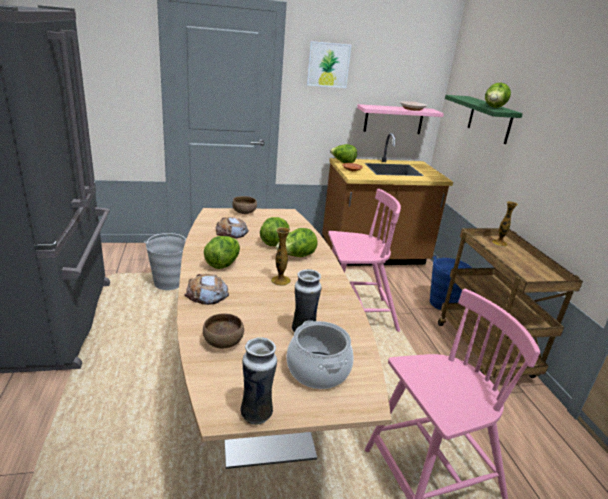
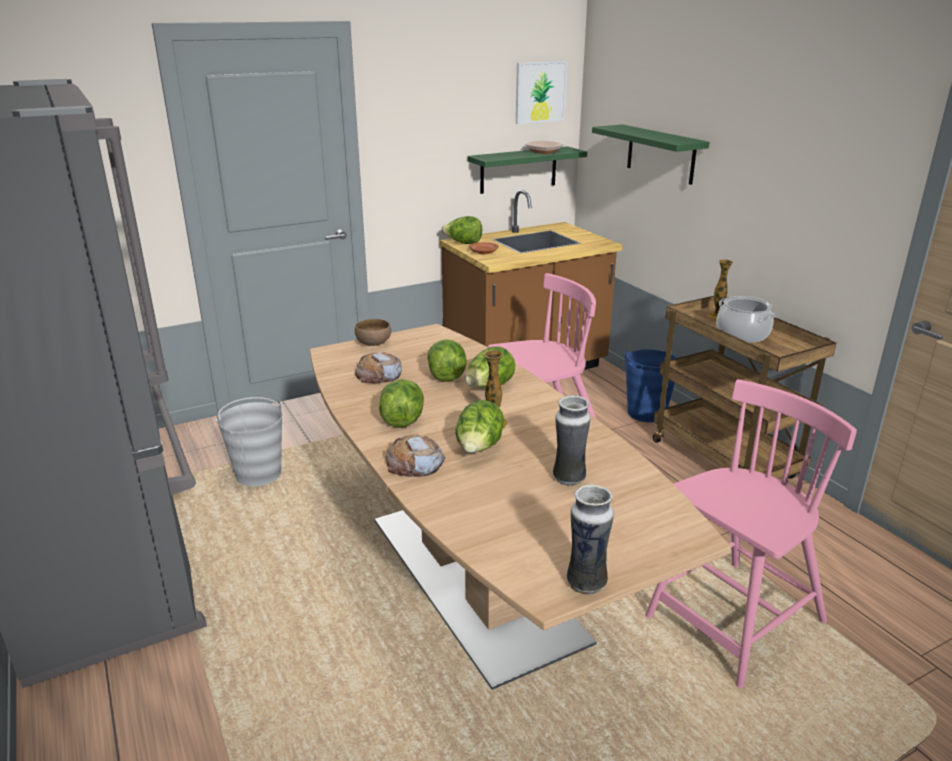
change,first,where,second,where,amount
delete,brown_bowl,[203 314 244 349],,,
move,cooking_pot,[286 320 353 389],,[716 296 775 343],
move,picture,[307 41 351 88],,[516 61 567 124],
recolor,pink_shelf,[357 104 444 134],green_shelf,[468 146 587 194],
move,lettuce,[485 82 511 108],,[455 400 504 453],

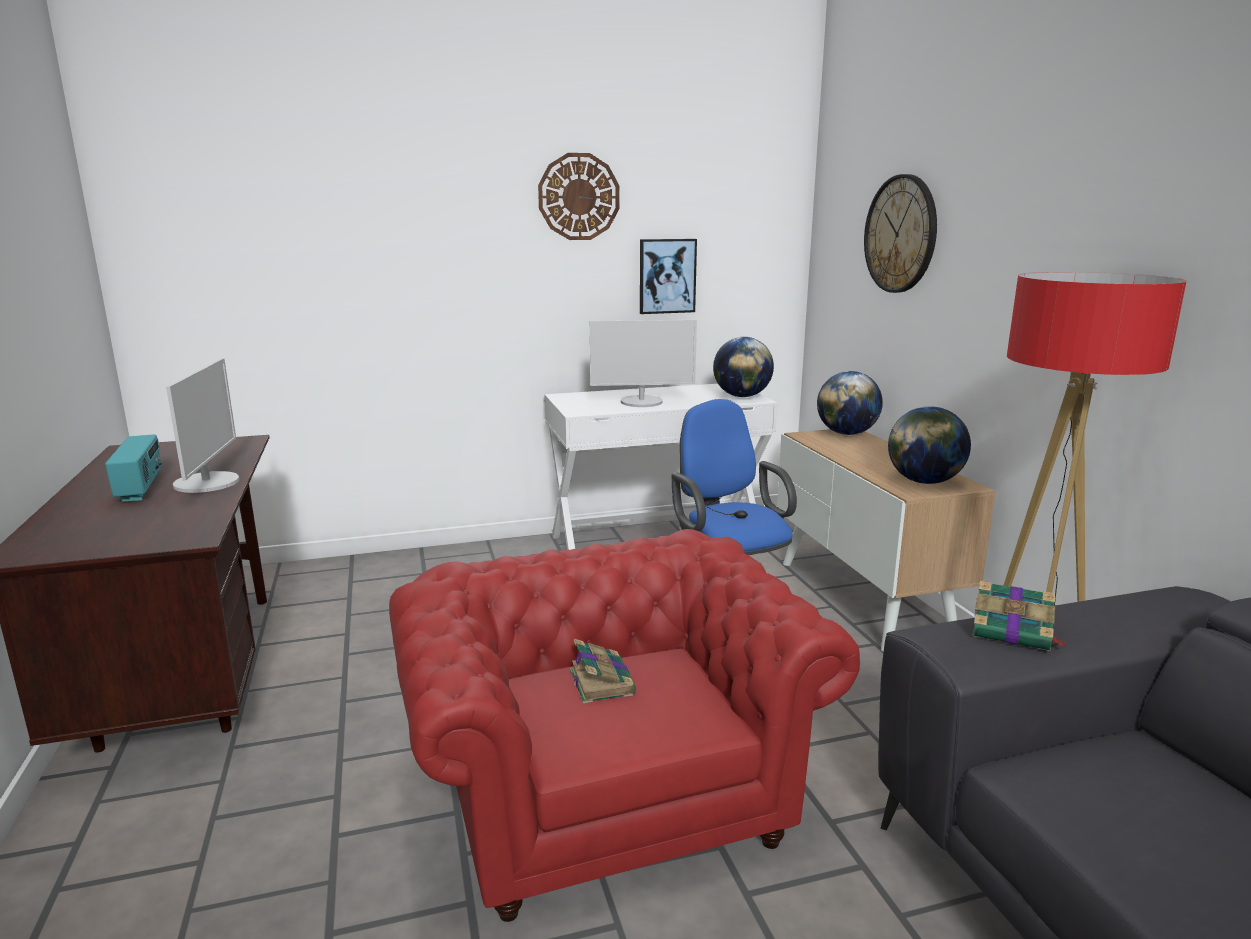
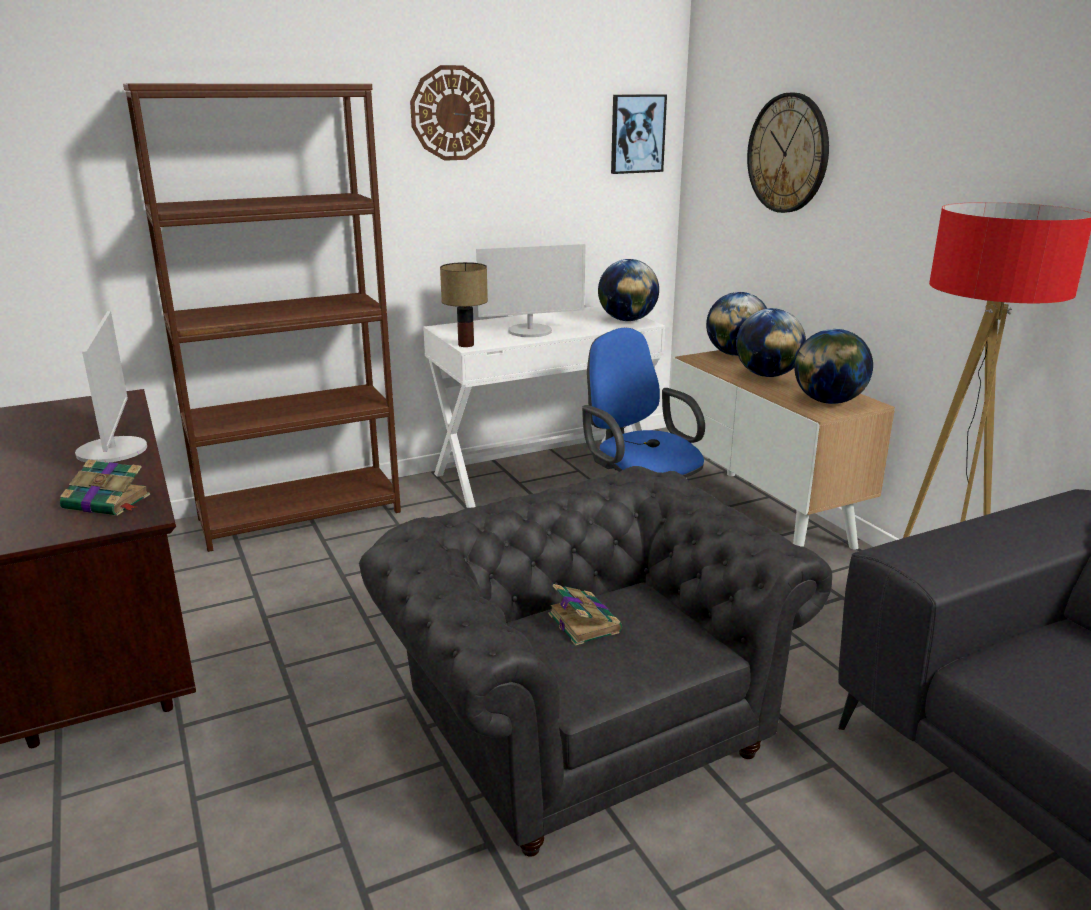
change,first,where,second,where,amount
delete,radio,[105 434 162 501],,,
recolor,red_armchair,[389 529 860 922],grey_armchair,[359 466 832 857],
move,picture,[640 239 697 314],,[611 94 667 174],
move,book,[972 581 1067 651],,[60 459 150 516],
insert,,,brown_bookcase,[123 84 401 552],
insert,,,table_lamp,[440 262 488 347],
insert,,,globe,[736 308 806 377],

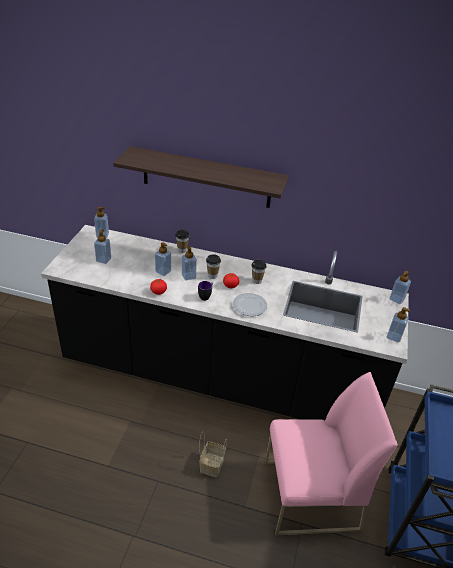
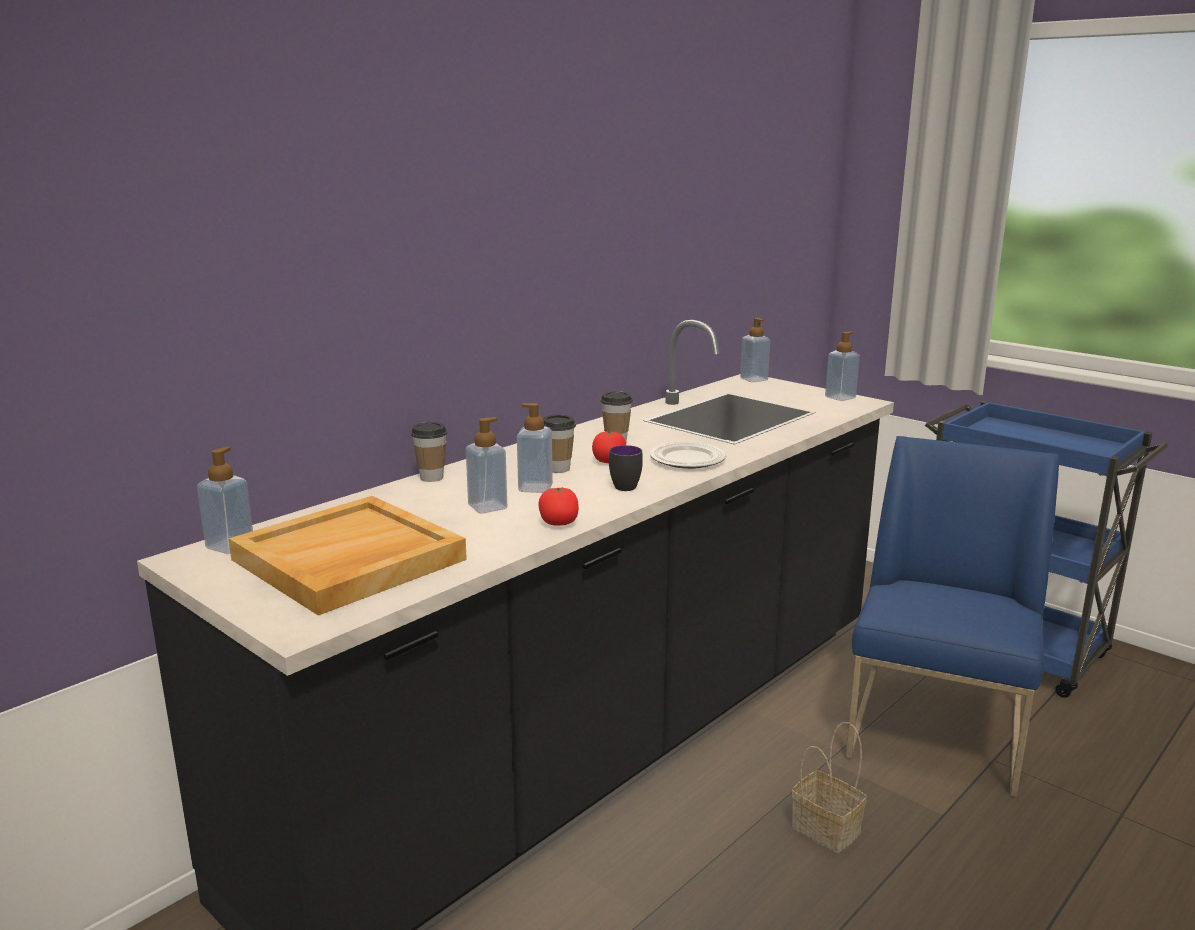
change,first,where,second,where,amount
replace,soap_dispenser,[94 229 111 264],beige_tray,[228 496 467 616],
delete,shelf,[113 146 289 208],,,
recolor,pink_chair,[265 372 398 536],blue_chair,[846 436 1059 798],

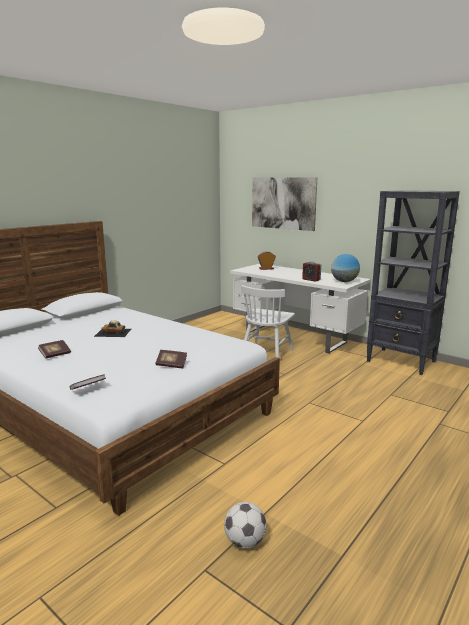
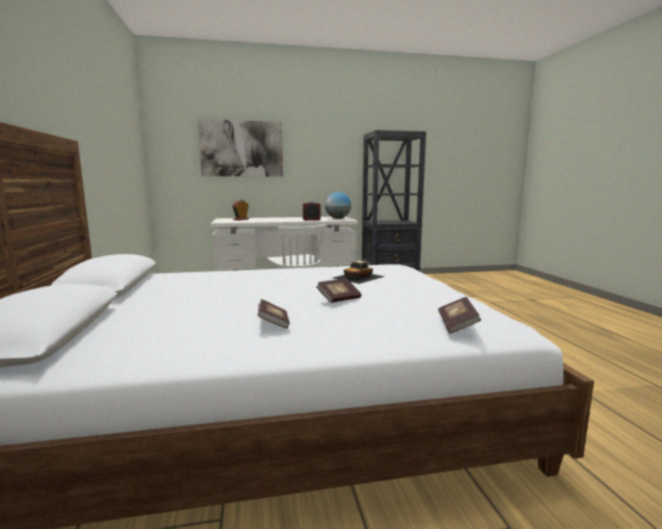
change,first,where,second,where,amount
move,toy_car,[94 320 131 337],,[333 261 385 284],
move,book,[155 350 187 369],,[316 279 361 303],
delete,football,[224 502 266 548],,,

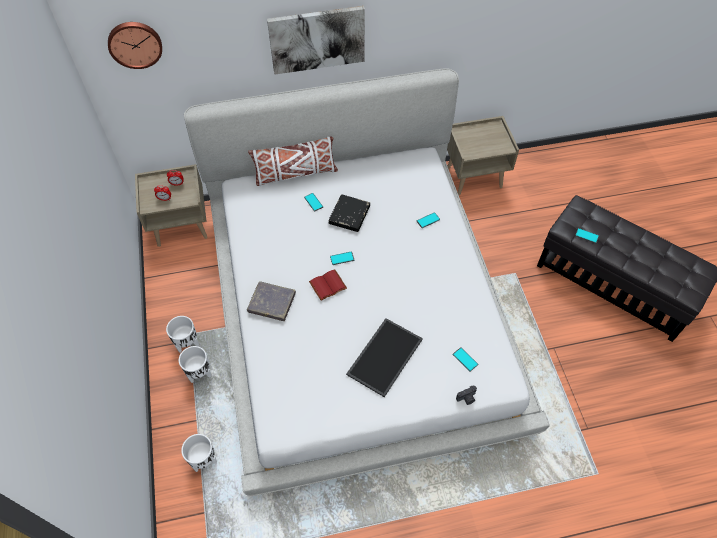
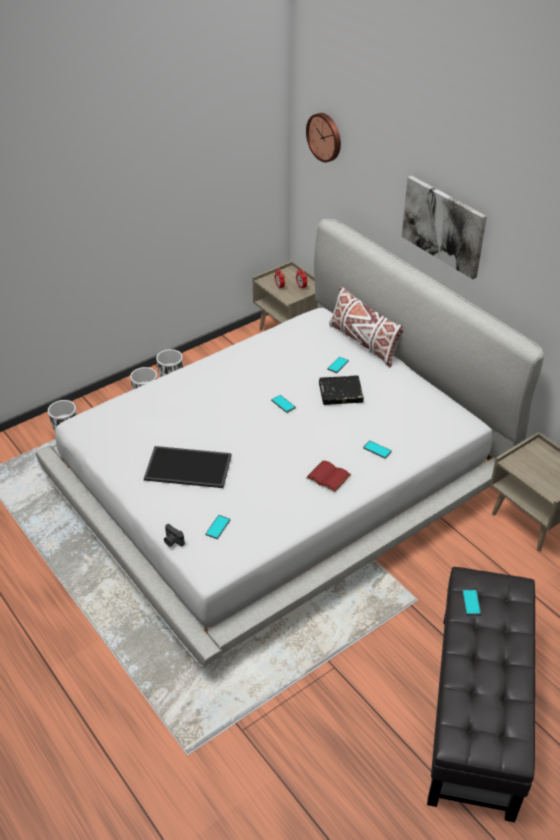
change,first,where,second,where,amount
delete,grey_book,[247 281 296 321],,,
move,red_book,[309 269 347 301],,[306 461 351 492],

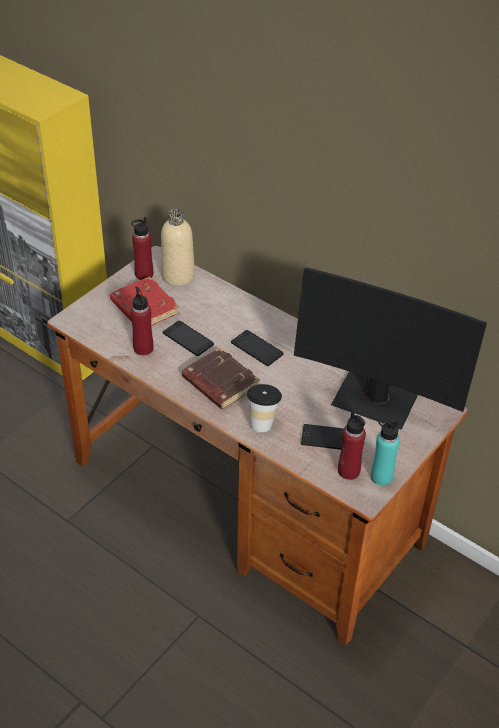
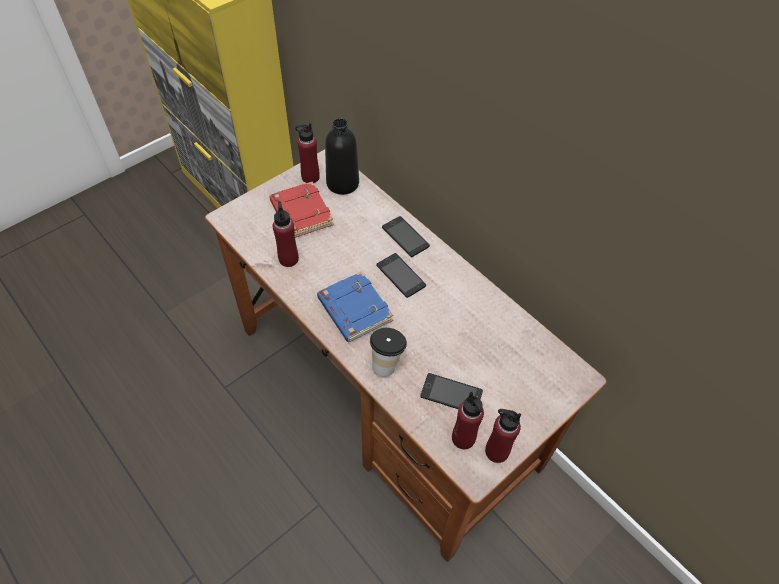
change,first,where,second,where,amount
recolor,beige_bottle,[161 209 195 286],black_bottle,[325 118 359 195],
move,phone,[163 320 214 356],,[382 216 430 257],
recolor,brown_book,[182 348 260 409],blue_book,[317 271 393 342],
delete,monitor,[294 267 487 430],,,
recolor,turquoise_bottle,[371 419 400 486],red_bottle,[485 409 521 463],

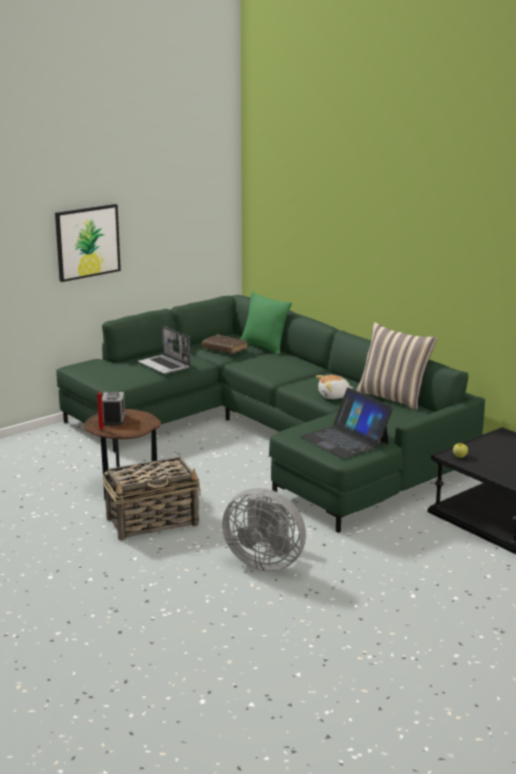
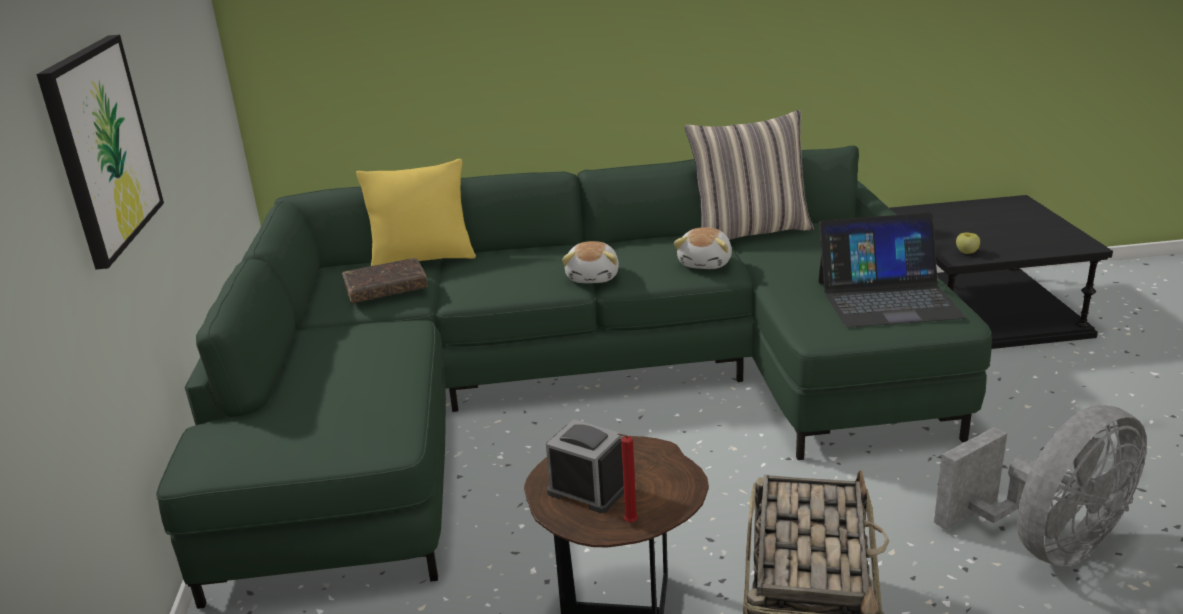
change,first,where,second,where,amount
delete,laptop,[138 326 190 374],,,
recolor,green_pillow,[241 292 292 355],yellow_pillow,[356 159 476 266],
insert,,,plush_toy,[562 241 619 283],

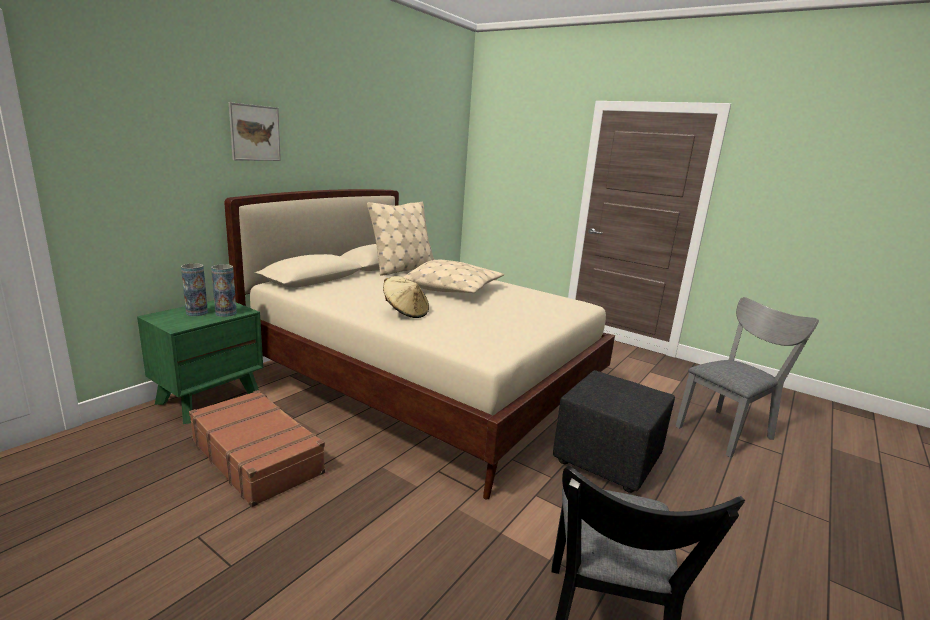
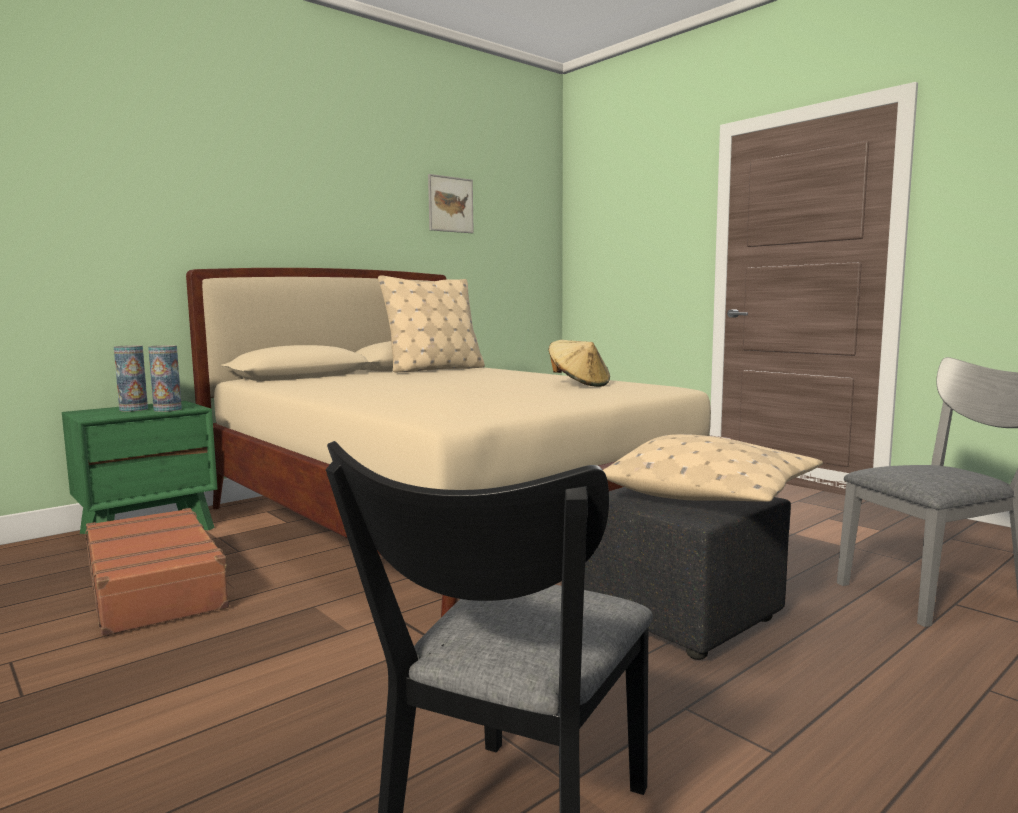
change,first,where,second,where,amount
move,picture,[229 102 281 161],,[428 174 474 233],
move,beige_hat,[383 276 429 318],,[548 340 610 387],
move,beige_pillow,[403 260 504 293],,[603 434 823 502],

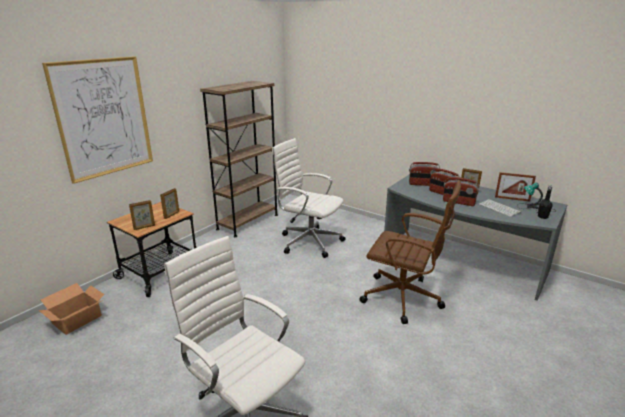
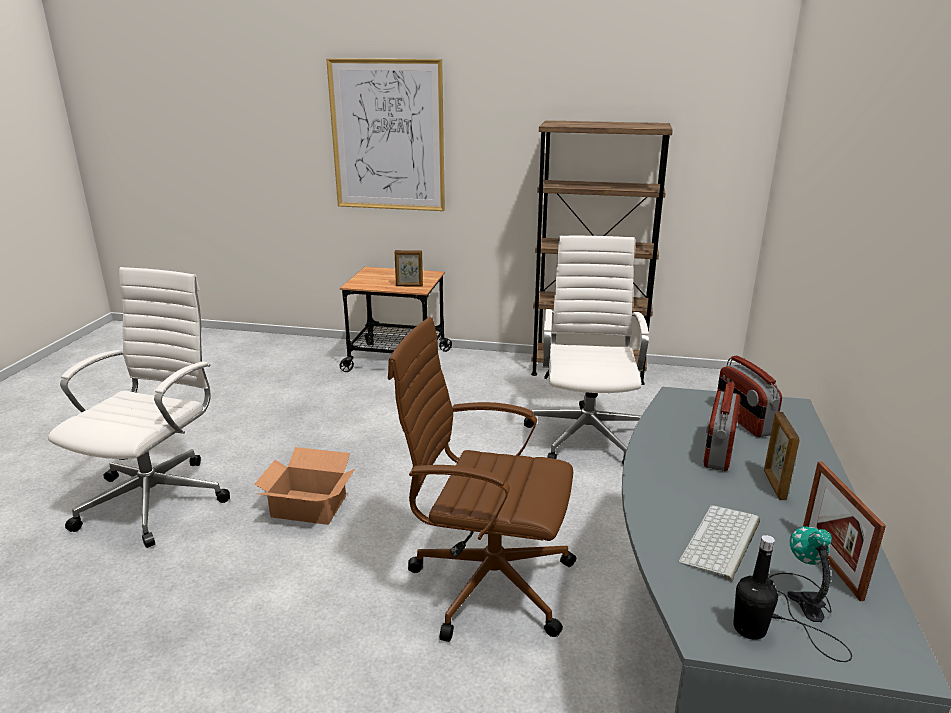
change,first,where,second,where,amount
move,cardboard_box,[38 283 104 335],,[254 447 355 525],
delete,picture_frame,[129 200 155 230],,,
rotate,brown_office_chair,[359 181 461 324],,[388 317 576 642],105 degrees clockwise
delete,radio,[443 177 479 206],,,

